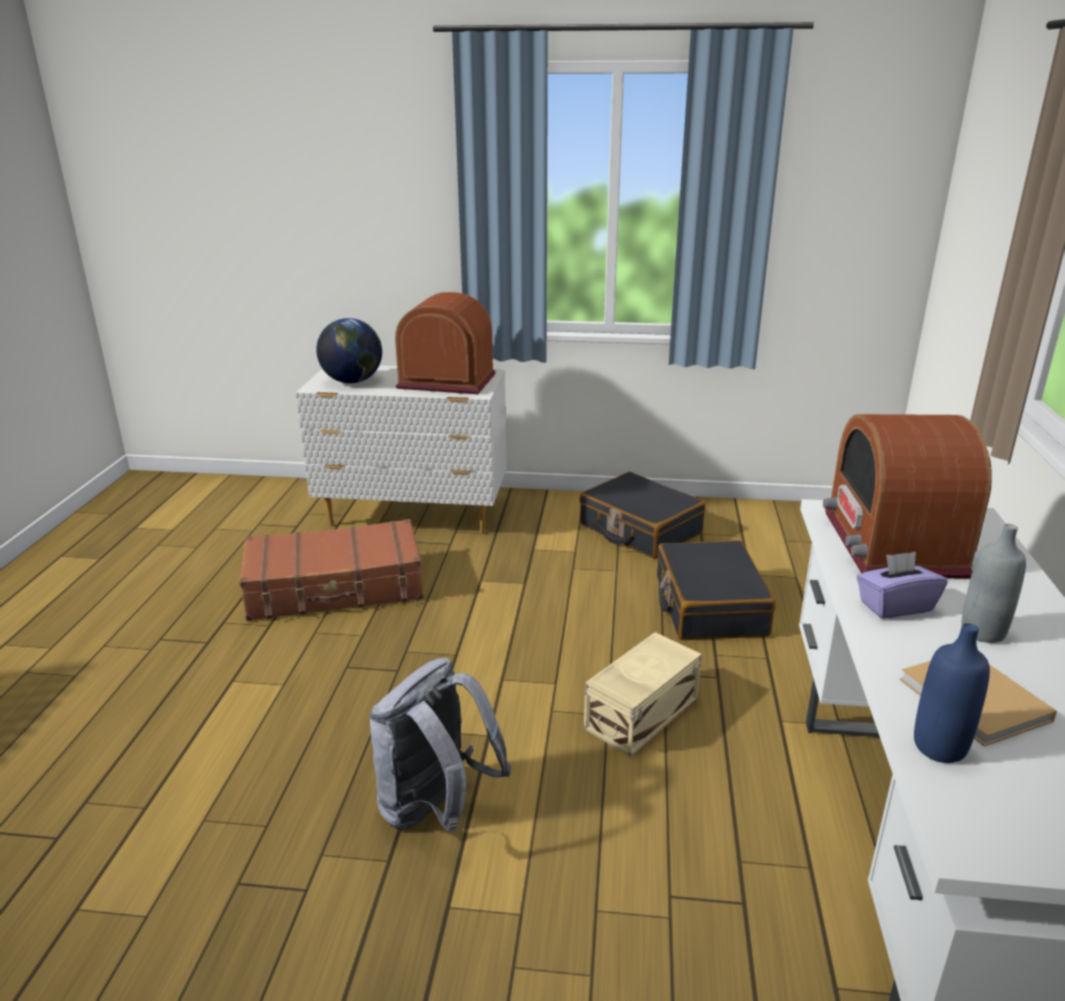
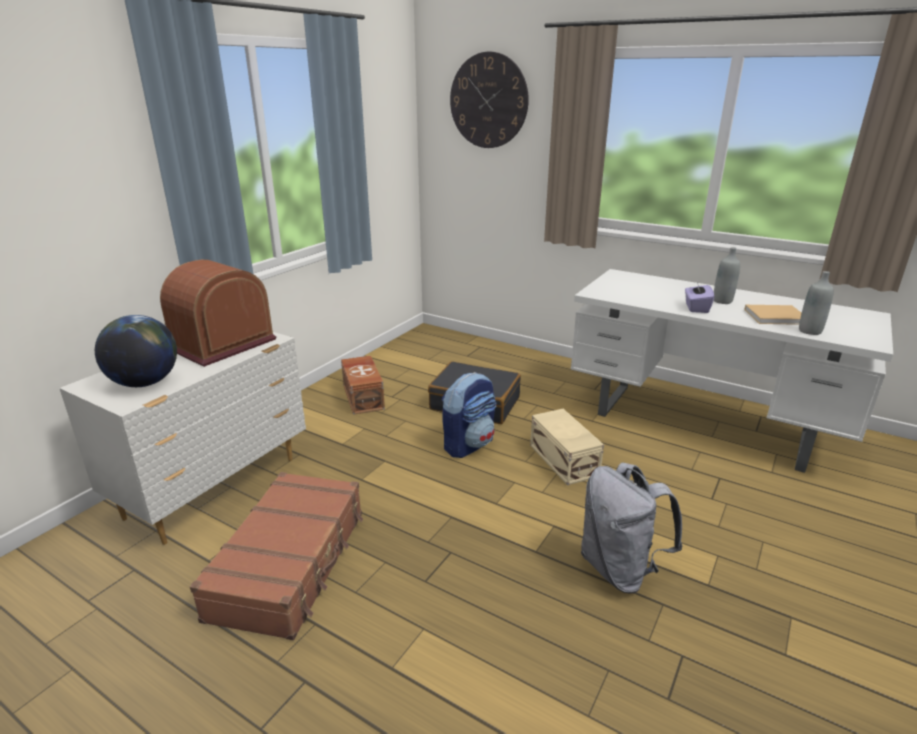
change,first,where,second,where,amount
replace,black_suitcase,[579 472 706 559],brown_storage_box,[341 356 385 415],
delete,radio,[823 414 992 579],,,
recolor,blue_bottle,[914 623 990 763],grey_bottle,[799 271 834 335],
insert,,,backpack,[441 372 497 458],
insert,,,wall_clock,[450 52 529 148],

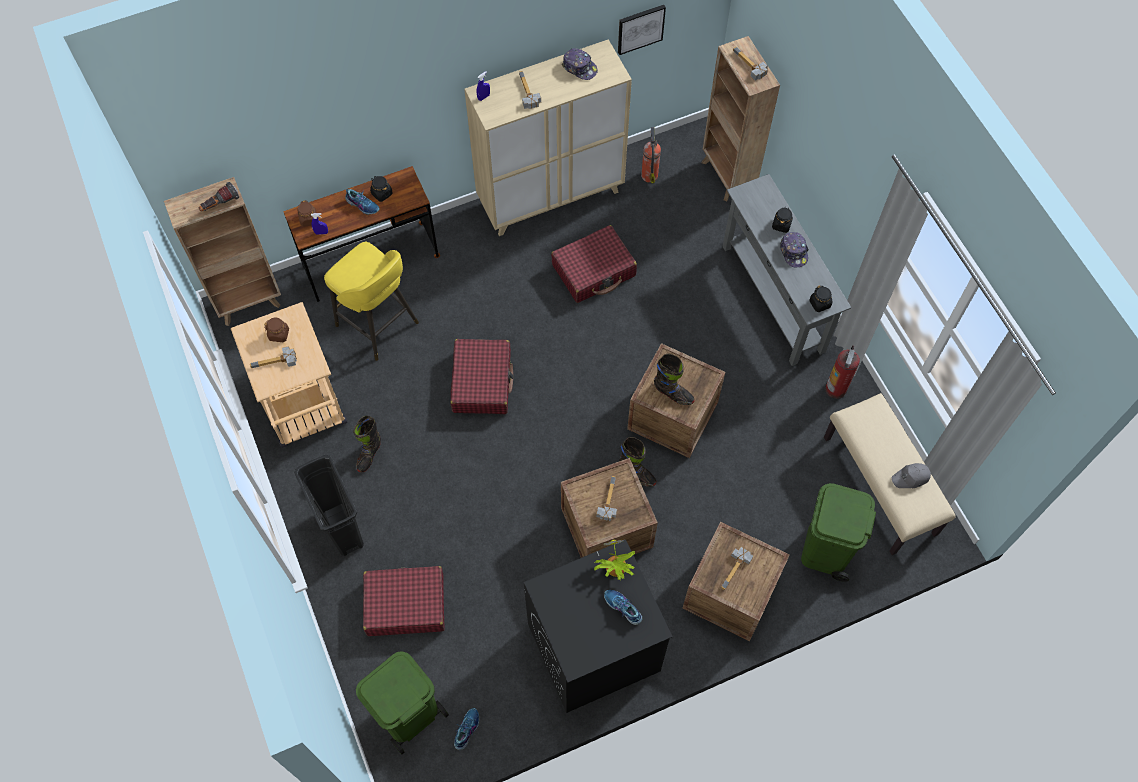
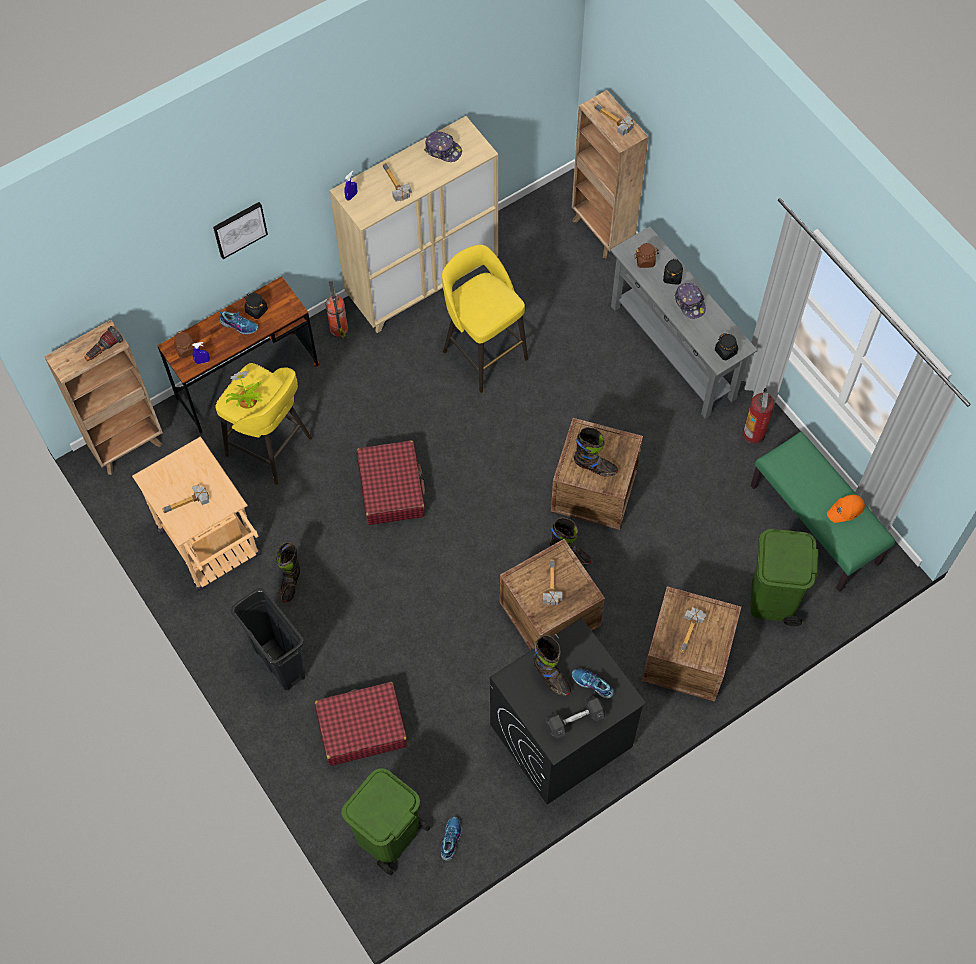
change,first,where,second,where,amount
move,brown_jar,[264 318 289 342],,[634 243 659 268],
replace,red_suitcase,[551 225 637 303],yellow_stool,[442 245 528 393],
move,potted_plant,[594 540 635 580],,[225 371 262 409],
move,picture,[618 5 666 55],,[213 202 268 259],
move,fire_extinguisher,[641 127 661 183],,[325 281 348 338],
recolor,beige_bench,[824 393 956 555],green_bench,[751 432 896 592],
recolor,grey_cap,[892 463 931 488],orange_cap,[827 495 865 523],
insert,,,black_boot,[533 635 571 696],
insert,,,grey_dumbbell,[546 696 605 739],

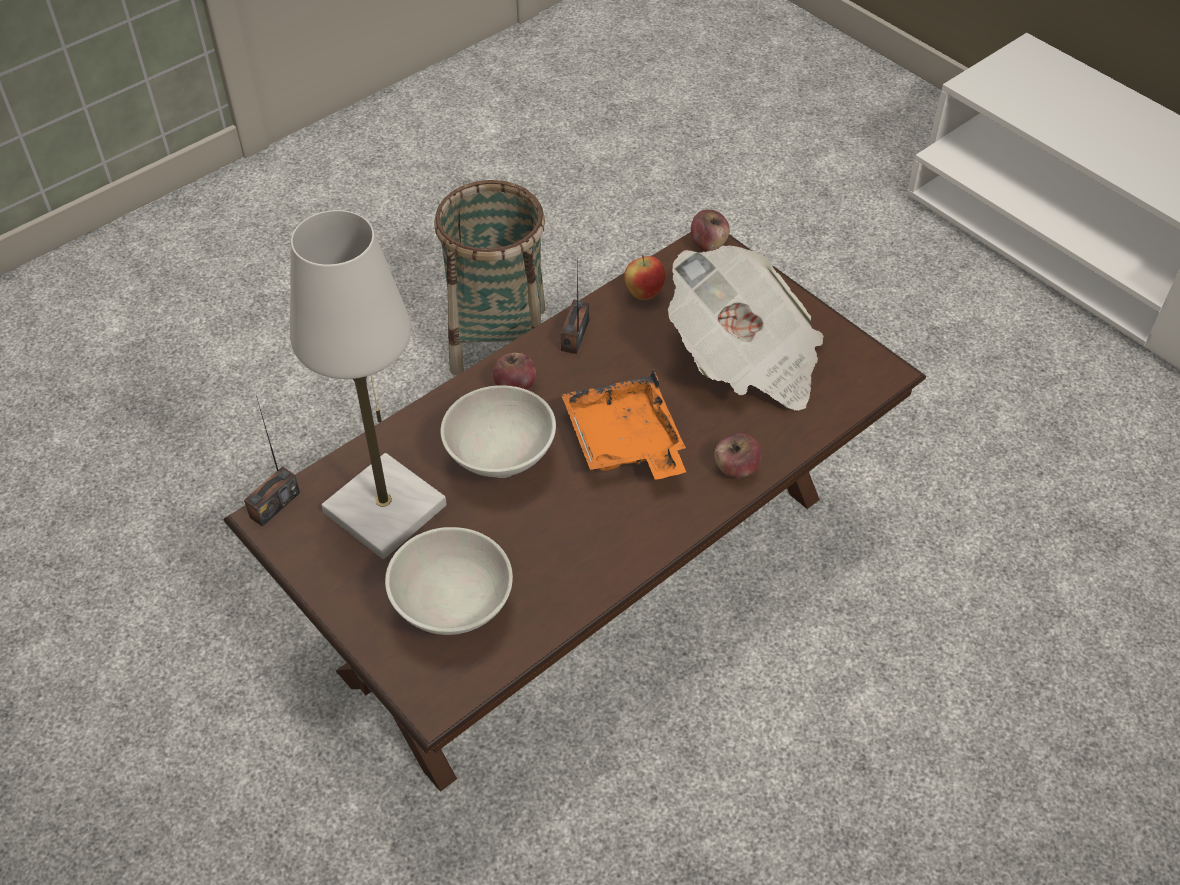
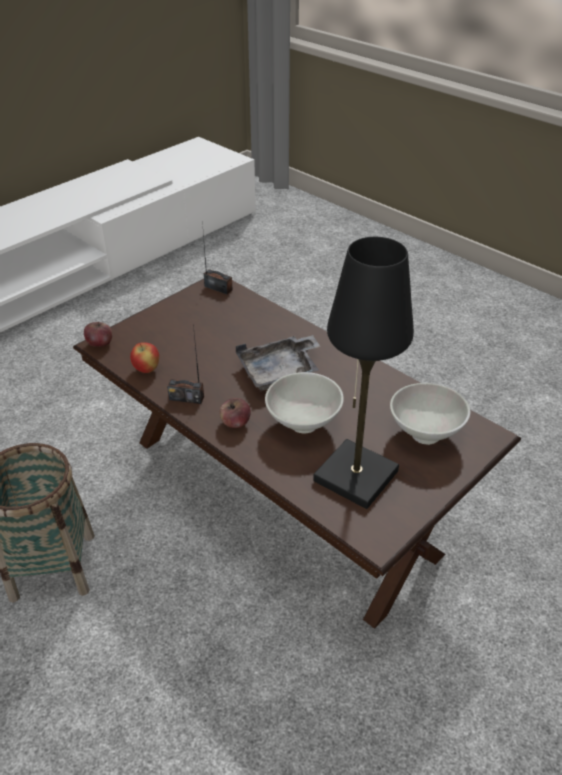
change,first,where,second,where,amount
move,radio,[244 396 300 527],,[202 221 233 294],
recolor,white_table_lamp,[290 210 447 559],black_table_lamp,[313 237 414 509],
recolor,orange_tray,[561 369 686 480],grey_tray,[236 335 321 391],
delete,newspaper,[668 245 824 411],,,
delete,apple,[714 433 761 478],,,

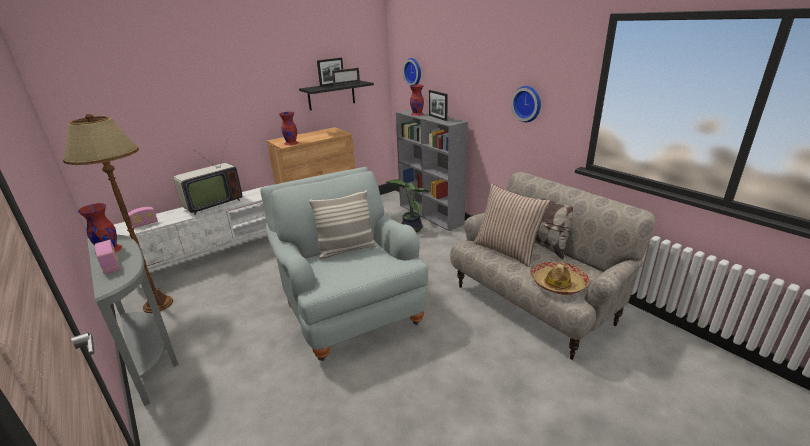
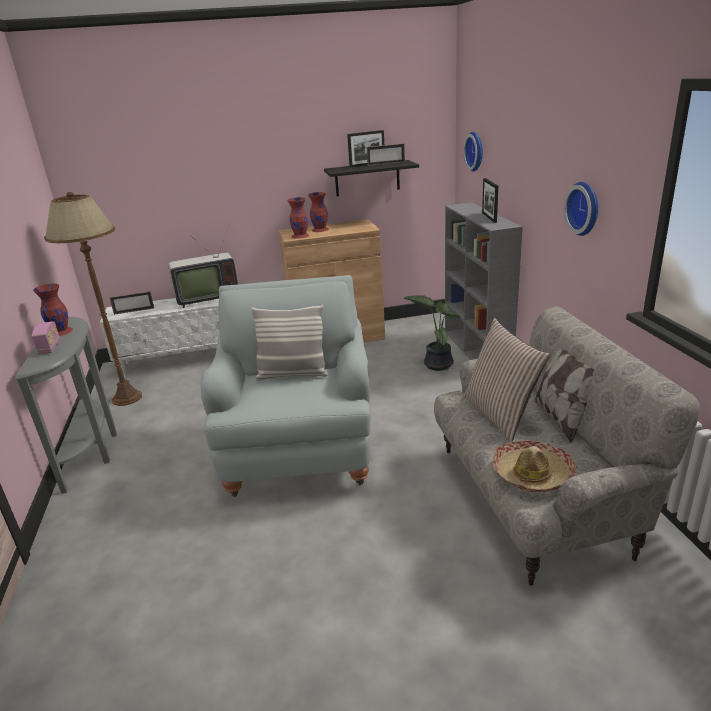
change,first,where,second,where,amount
replace,radio,[128 207 158 228],picture_frame,[109 291 154 315],
move,red_vase,[410 85 424 116],,[308 192 329 232],

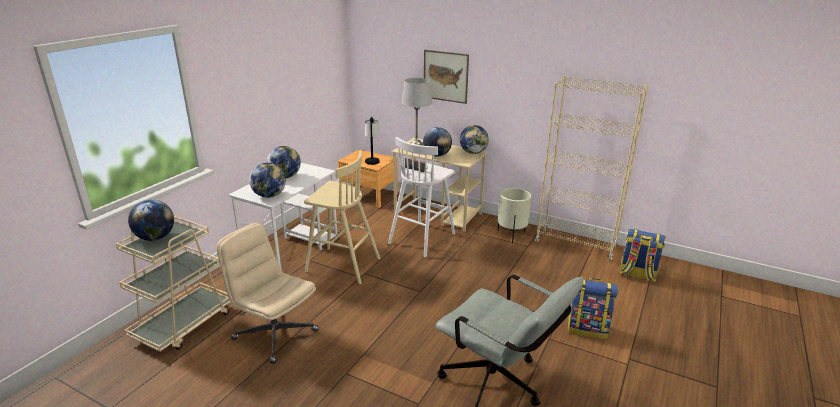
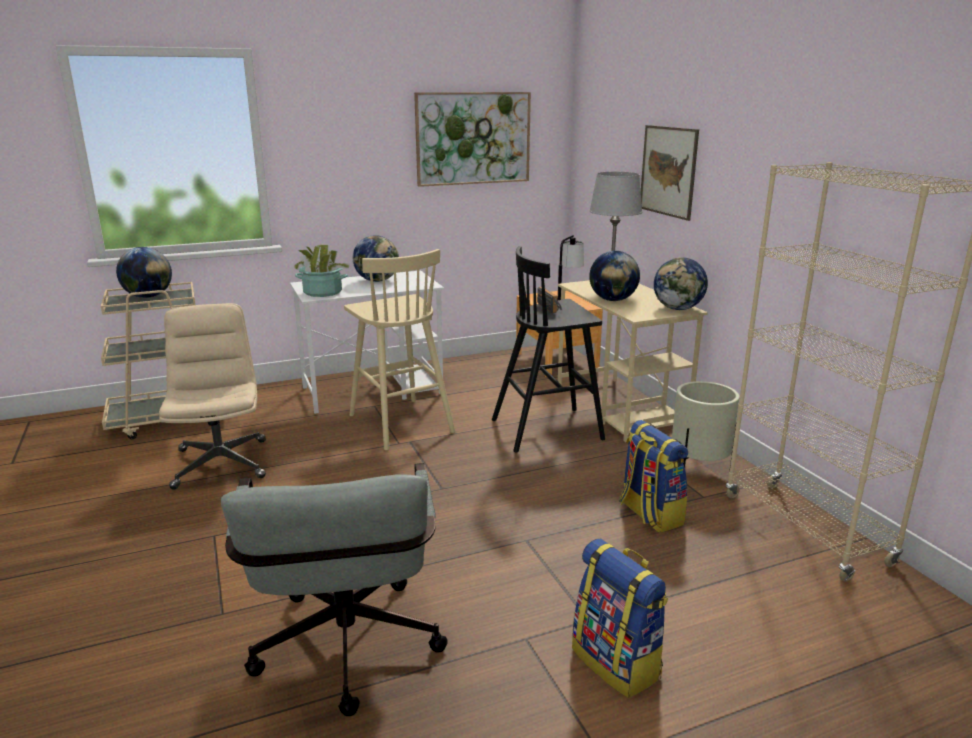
change,first,where,second,where,amount
replace,globe,[249 163 286 198],potted_plant,[292 244 350 297],
recolor,white_stool,[388 137 455 257],black_stool,[492 246 605 453],
move,backpack,[620 229 666 282],,[619 420 688 533],
insert,,,picture,[414 92 531 187],

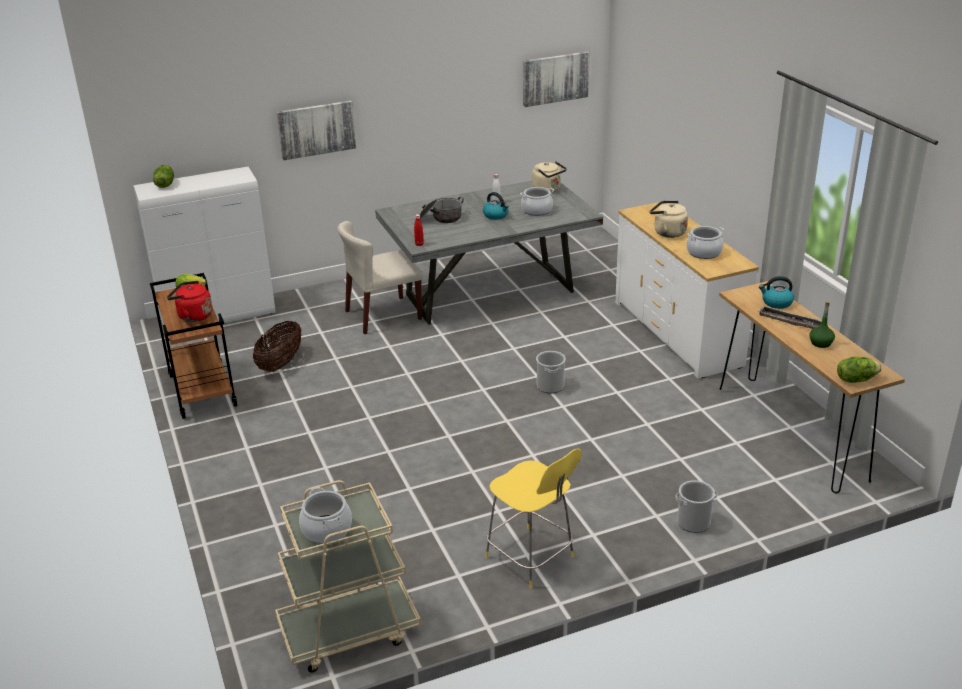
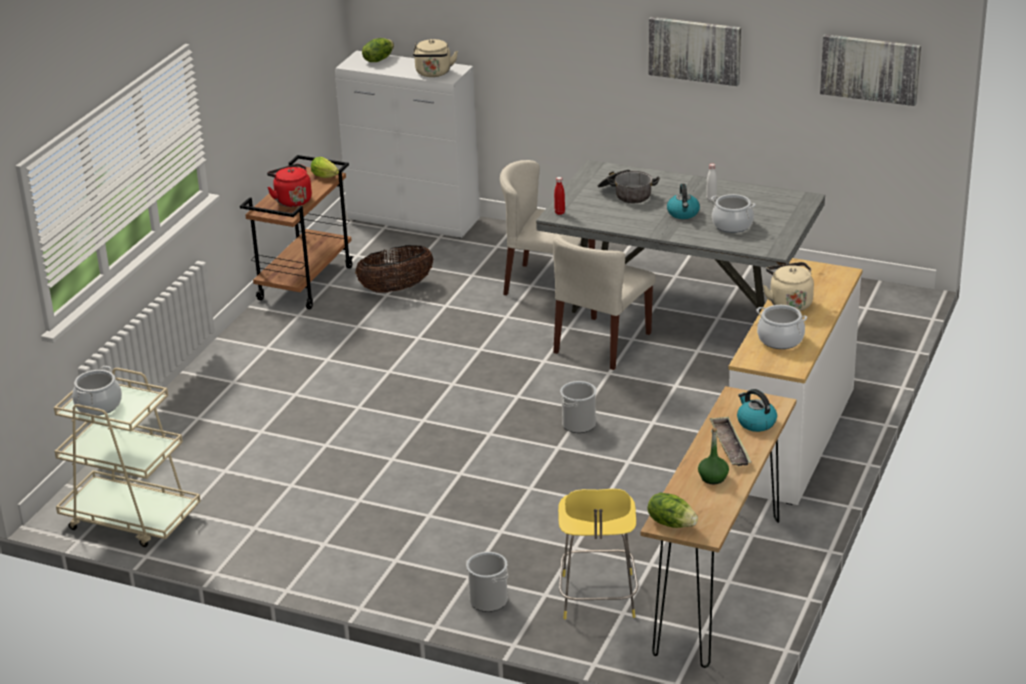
change,first,where,second,where,amount
move,picture,[277 101 356 160],,[649 17 741 86],
move,yellow_stool,[485 449 582 588],,[558 489 638 619],
move,beige_kettle,[532 161 567 192],,[413 39 458 77],
insert,,,beige_chair,[553 236 656 370],

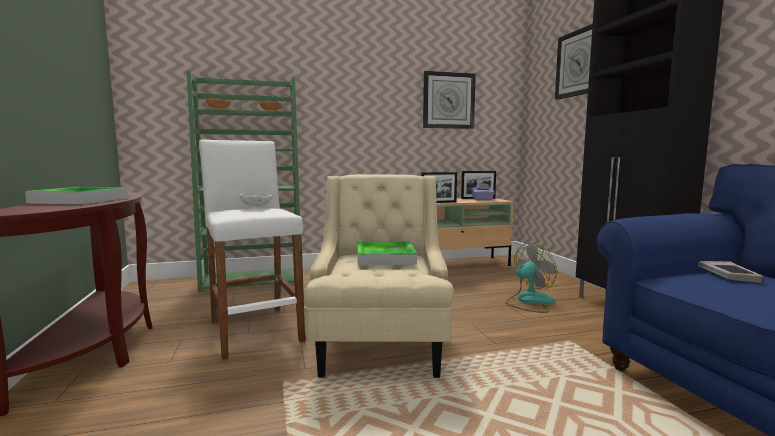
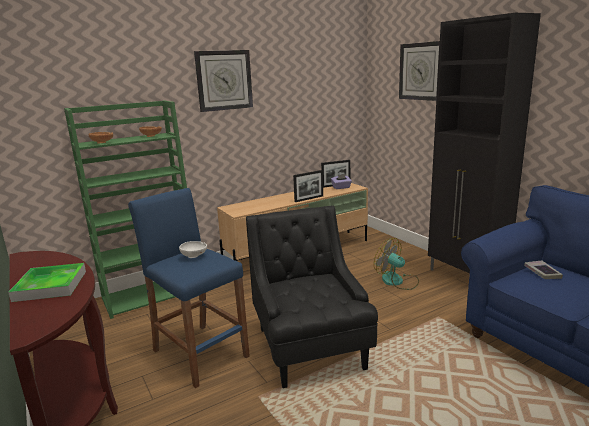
change,first,where,second,where,amount
recolor,white_stool,[199 140 305 360],blue_stool,[128 188 250 388],
recolor,beige_armchair,[304 174 454 378],black_armchair,[246 206 378 388],
delete,tray,[357 241 417 266],,,
move,wall_clock,[423 71 476 129],,[194 50 253 112],
rotate,fan,[505 243 557 313],,[374 238 419 290],90 degrees counterclockwise

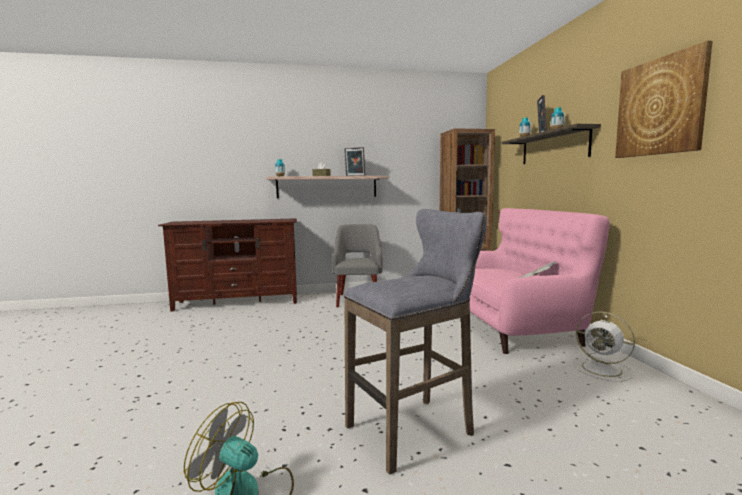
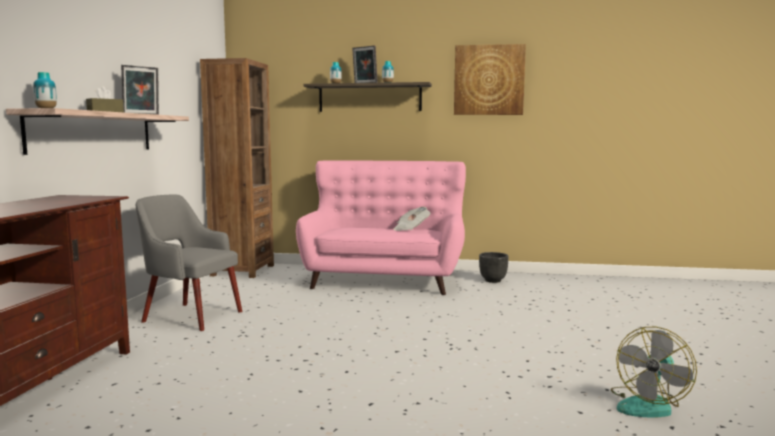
change,first,where,second,where,amount
delete,grey_stool,[344 209 487 475],,,
replace,white_fan,[573 312 635 382],black_planter,[479 252 509 283],

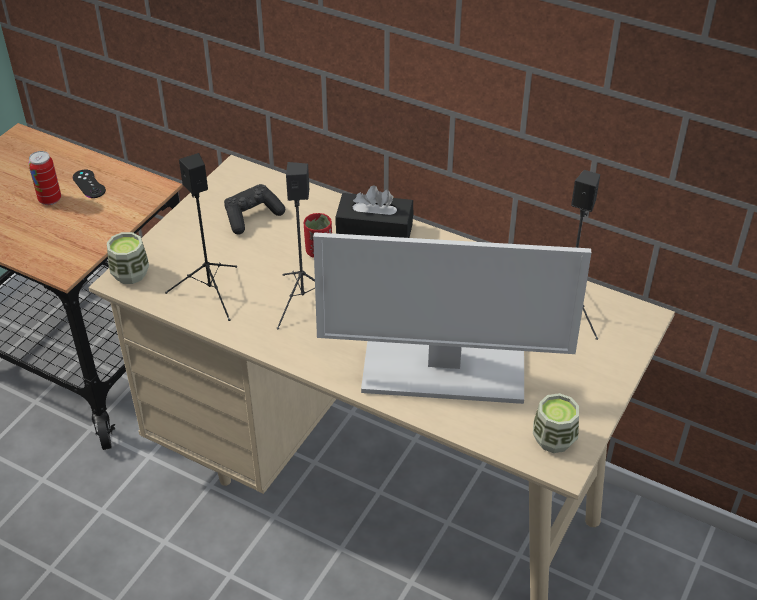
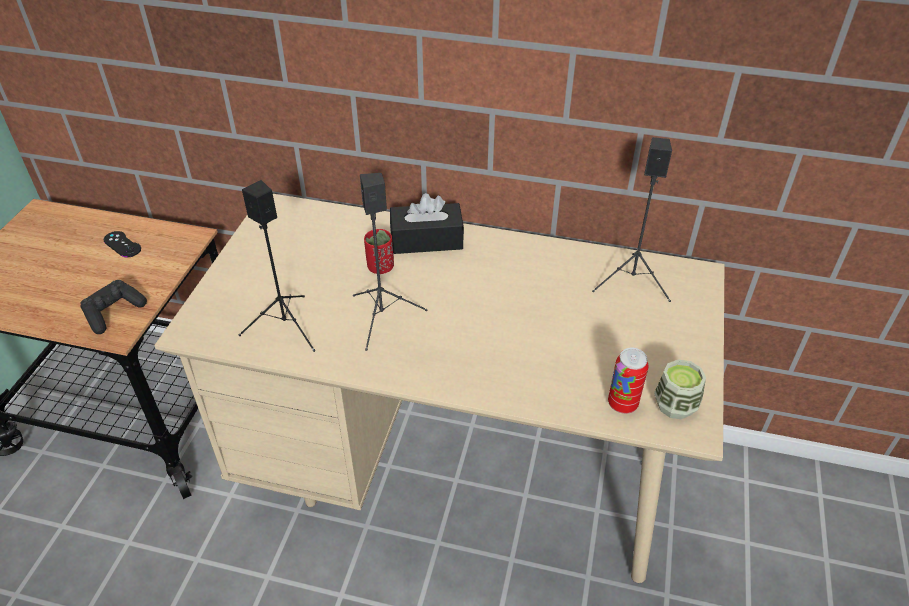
change,first,where,second,where,amount
move,can,[28 151 61 205],,[608 348 648 414],
delete,cup,[107 232 149 284],,,
move,black_game_controller,[224 184 285 235],,[81 280 147 334],
delete,monitor,[313 232 591 404],,,

